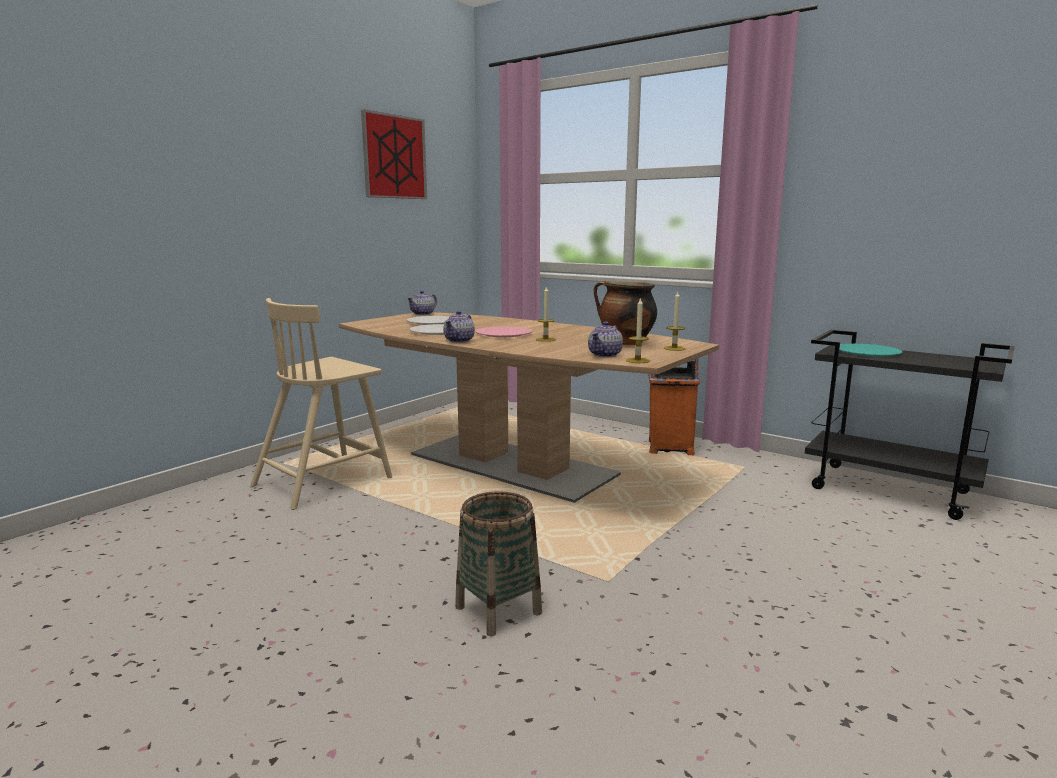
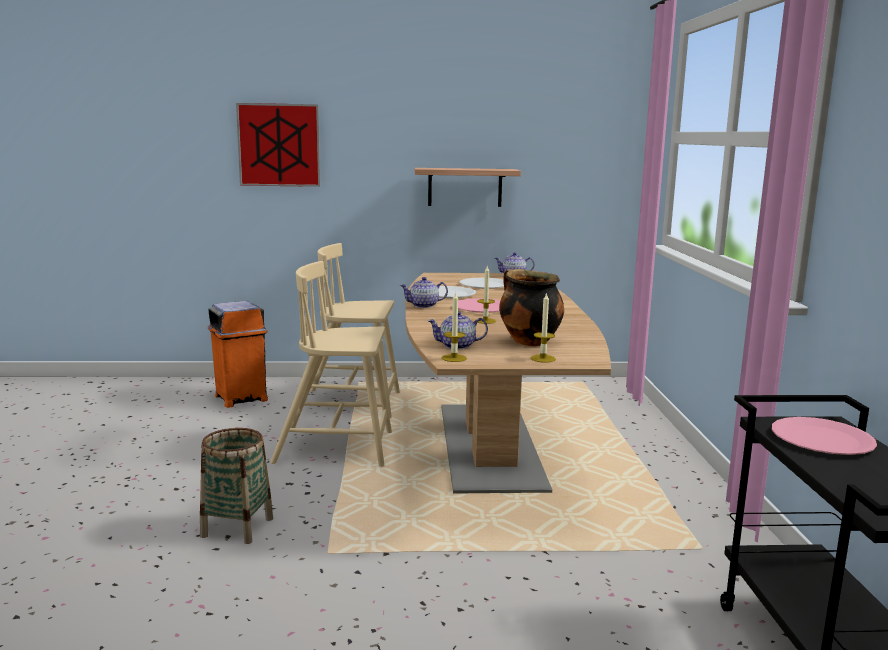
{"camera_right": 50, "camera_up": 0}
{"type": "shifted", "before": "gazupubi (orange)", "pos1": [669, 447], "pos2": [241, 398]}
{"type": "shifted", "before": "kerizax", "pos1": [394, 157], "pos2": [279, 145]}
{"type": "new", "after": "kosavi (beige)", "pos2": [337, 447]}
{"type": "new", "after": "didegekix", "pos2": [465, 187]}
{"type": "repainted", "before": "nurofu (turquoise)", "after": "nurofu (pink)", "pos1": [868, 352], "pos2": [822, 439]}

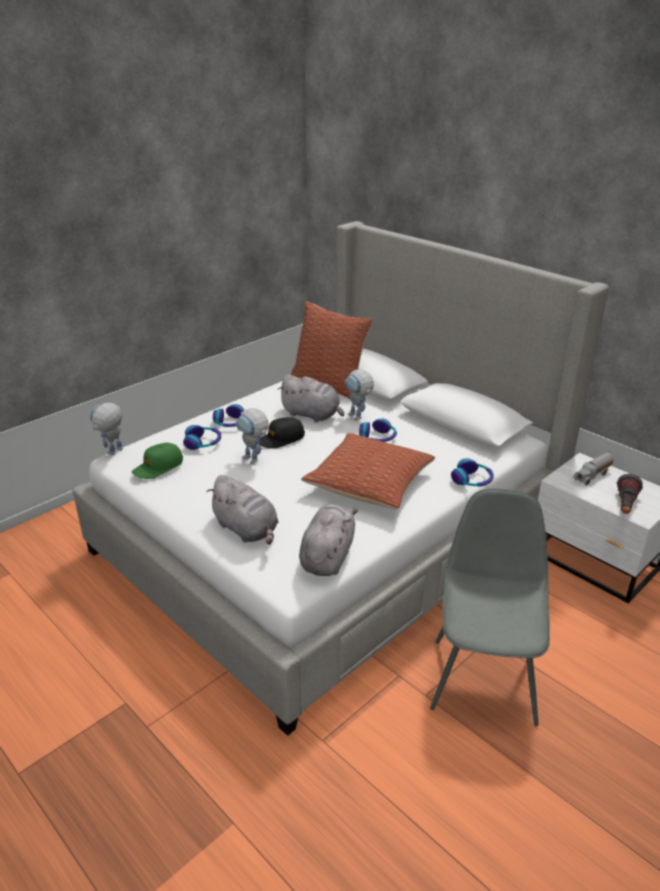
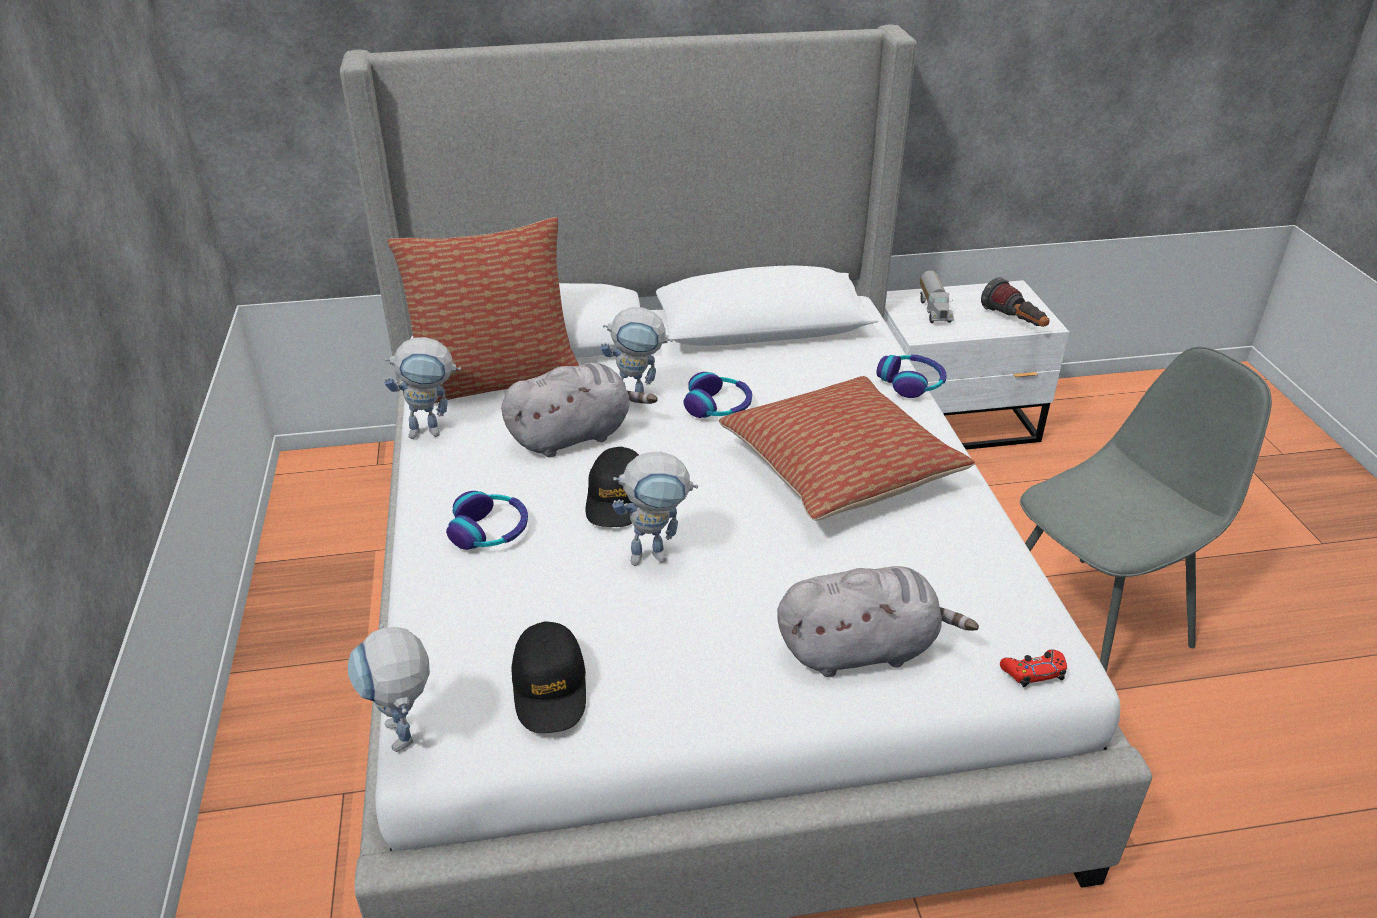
{"camera_right": -55, "camera_up": 5}
{"type": "new", "after": "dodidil", "pos2": [433, 430]}
{"type": "repainted", "before": "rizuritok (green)", "after": "rizuritok (black)", "pos1": [158, 467], "pos2": [550, 687]}
{"type": "new", "after": "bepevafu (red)", "pos2": [1033, 672]}
{"type": "rotated", "before": "kosavi (grey)", "pos1": [484, 678], "pos2": [1094, 622], "turn": 105}
{"type": "gone", "before": "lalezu", "pos1": [203, 443]}
{"type": "gone", "before": "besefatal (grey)", "pos1": [328, 556]}

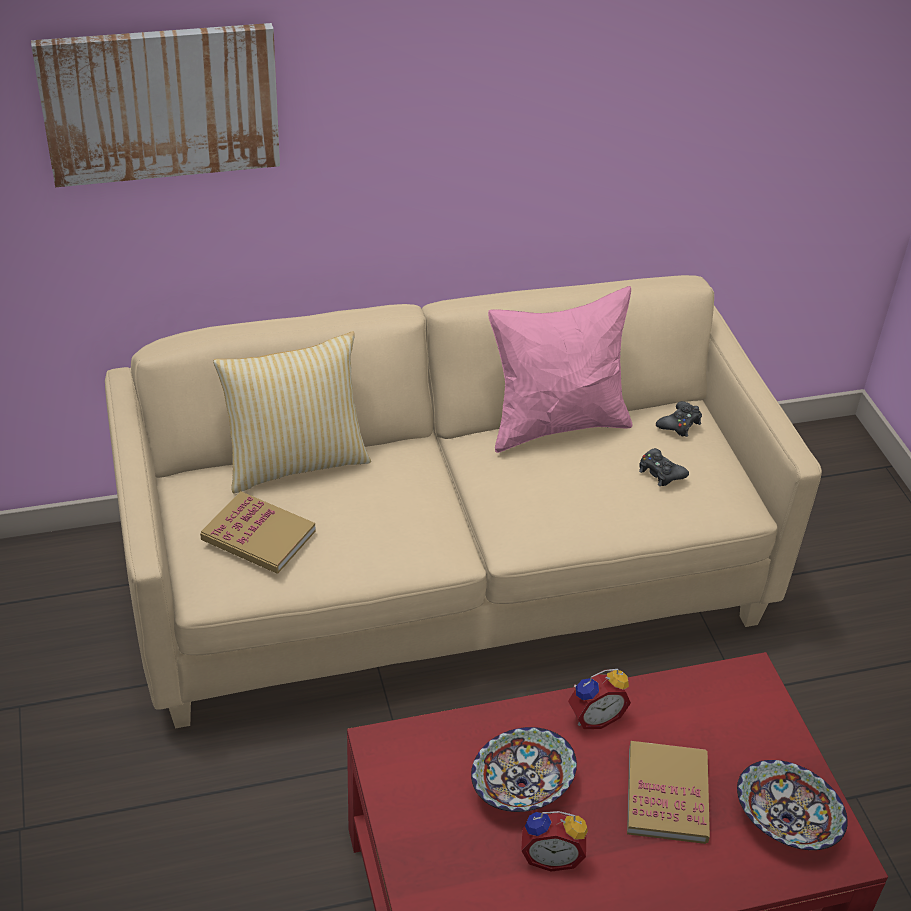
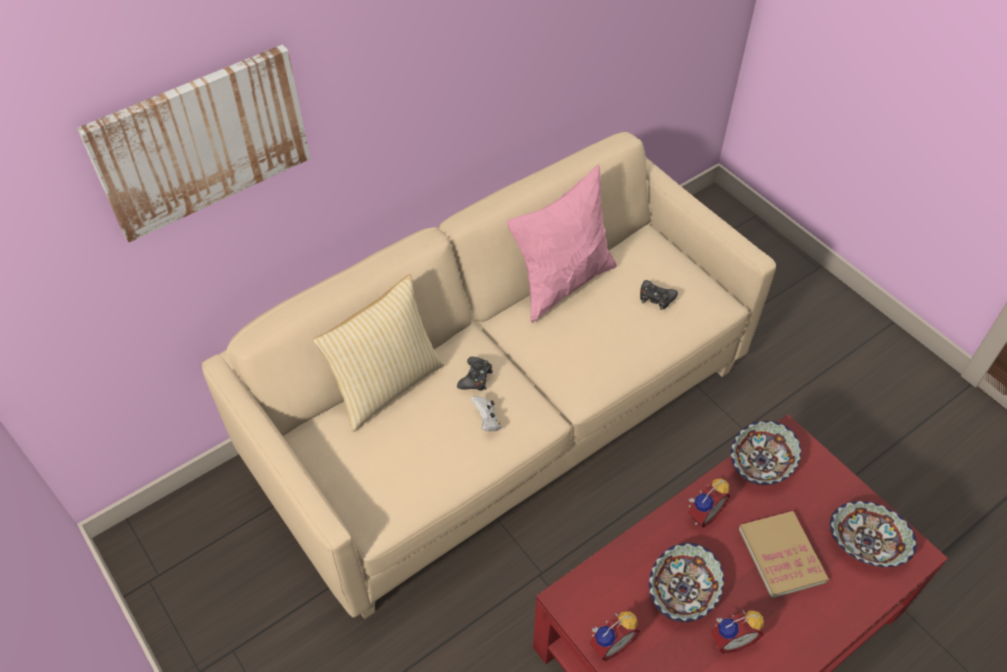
{"camera_right": -20, "camera_up": 10}
{"type": "shifted", "before": "bepevafu (black)", "pos1": [679, 424], "pos2": [476, 378]}
{"type": "new", "after": "bepevafu (white)", "pos2": [487, 421]}
{"type": "new", "after": "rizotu", "pos2": [610, 643]}
{"type": "new", "after": "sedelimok", "pos2": [760, 462]}
{"type": "gone", "before": "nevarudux", "pos1": [258, 536]}

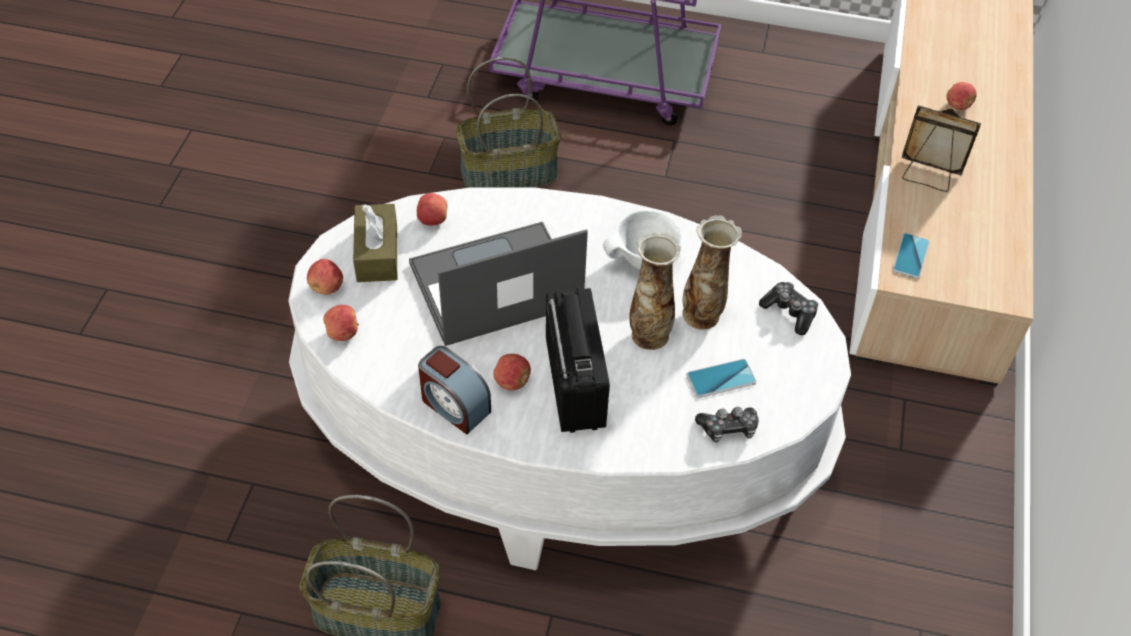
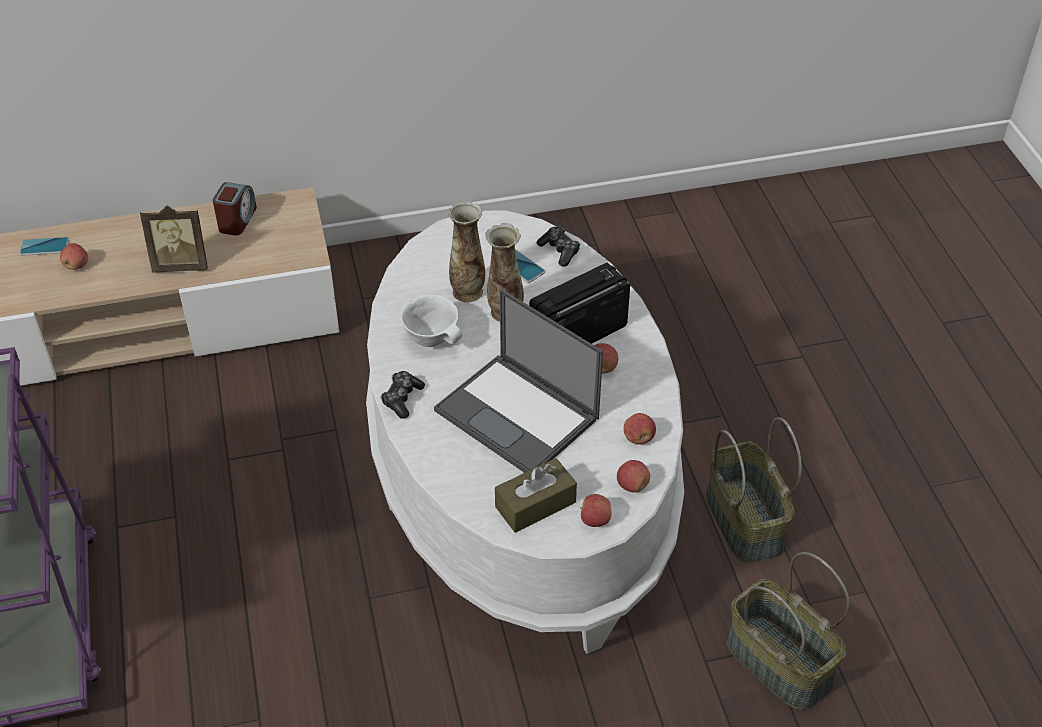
{"camera_right": -115, "camera_up": -5}
{"type": "shifted", "before": "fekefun", "pos1": [910, 256], "pos2": [44, 247]}
{"type": "rotated", "before": "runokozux", "pos1": [927, 176], "pos2": [181, 264], "turn": -90}
{"type": "shifted", "before": "rizotu", "pos1": [454, 405], "pos2": [237, 220]}
{"type": "shifted", "before": "bepevafu", "pos1": [789, 312], "pos2": [402, 399]}
{"type": "shifted", "before": "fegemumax", "pos1": [432, 220], "pos2": [638, 438]}
{"type": "shifted", "before": "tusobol", "pos1": [509, 172], "pos2": [777, 663]}

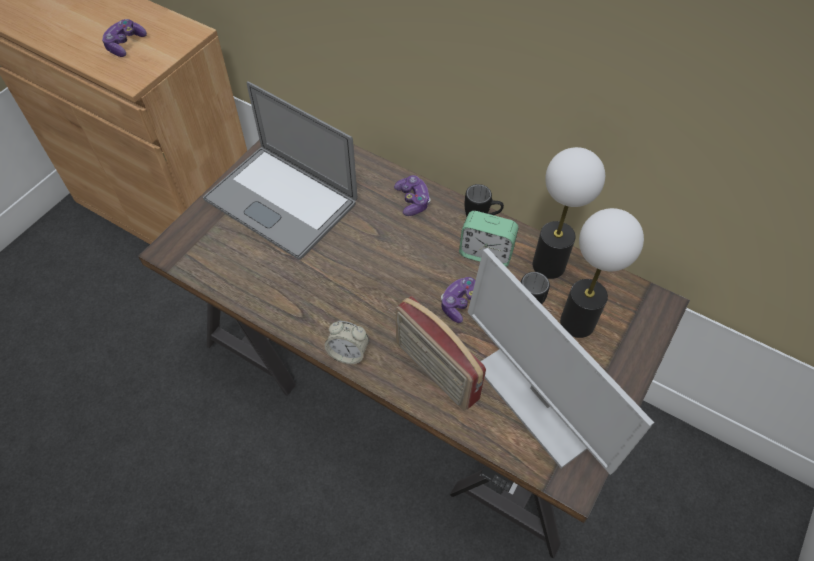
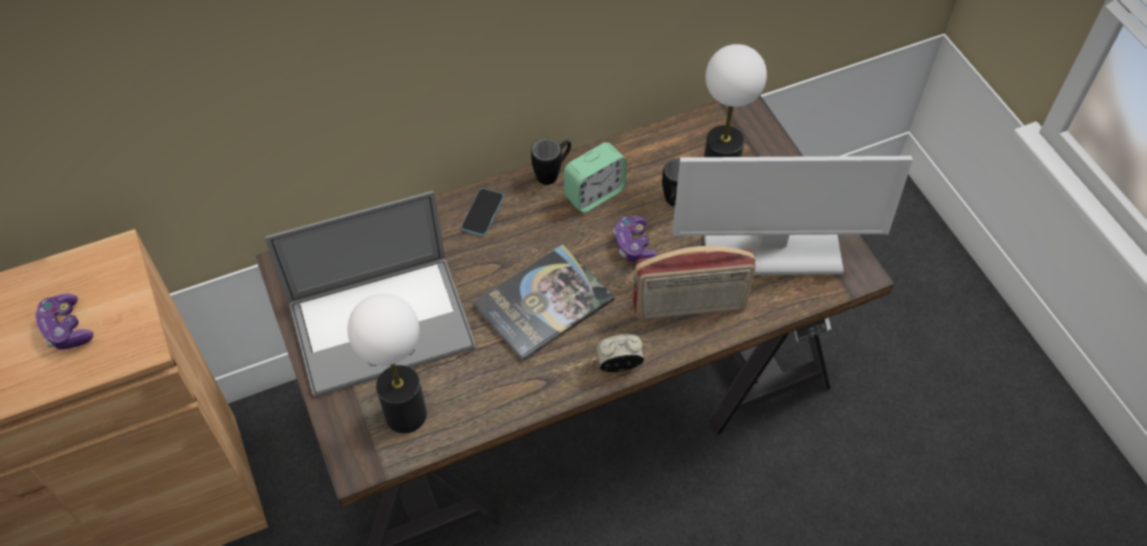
{"camera_right": -55, "camera_up": 0}
{"type": "shifted", "before": "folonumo", "pos1": [549, 266], "pos2": [406, 415]}
{"type": "swapped", "before": "bepevafu", "after": "fekefun", "pos1": [412, 201], "pos2": [482, 213]}
{"type": "new", "after": "nevarudux", "pos2": [543, 302]}
{"type": "rotated", "before": "rizotu", "pos1": [348, 353], "pos2": [619, 365], "turn": -150}

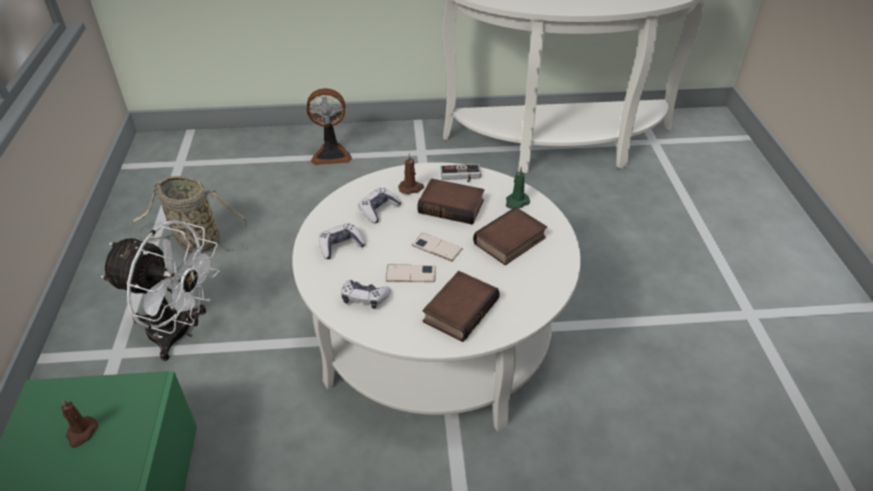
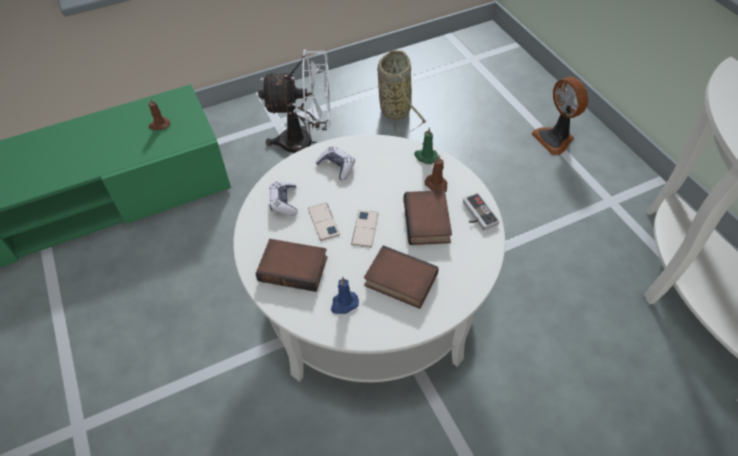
{"camera_right": 70, "camera_up": 10}
{"type": "rotated", "before": "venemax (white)", "pos1": [180, 333], "pos2": [306, 143], "turn": -90}
{"type": "new", "after": "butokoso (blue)", "pos2": [344, 304]}
{"type": "shifted", "before": "butokoso (green)", "pos1": [516, 202], "pos2": [425, 156]}
{"type": "gone", "before": "bepevafu", "pos1": [379, 210]}

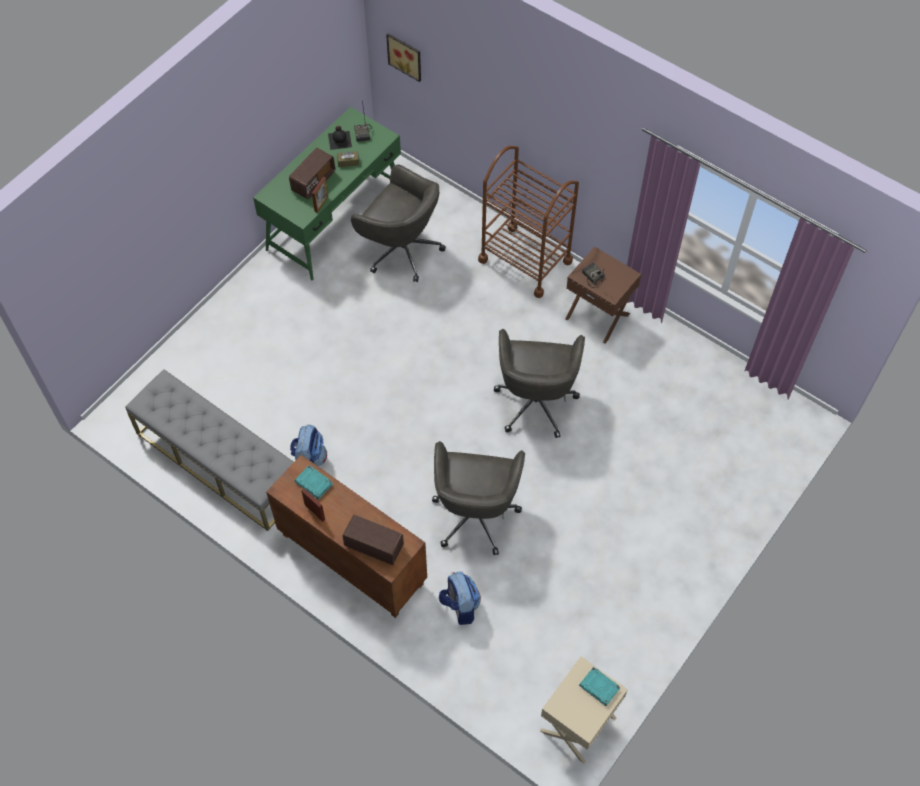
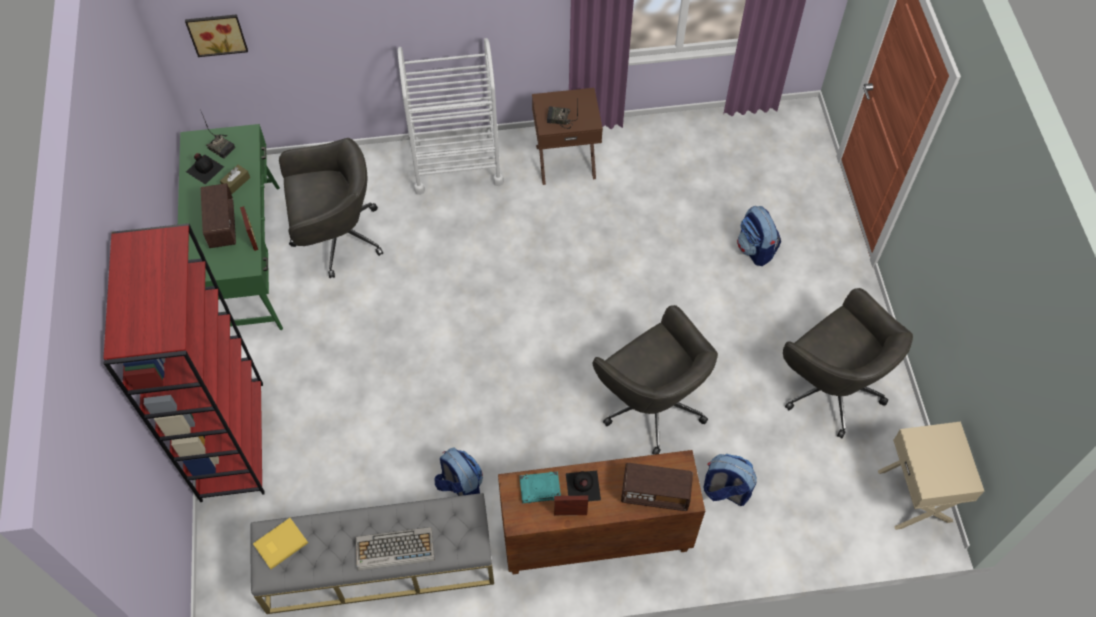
{"camera_right": -45, "camera_up": 0}
{"type": "new", "after": "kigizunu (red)", "pos2": [231, 440]}
{"type": "new", "after": "nevarudux (yellow)", "pos2": [279, 543]}
{"type": "new", "after": "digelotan", "pos2": [394, 549]}
{"type": "repainted", "before": "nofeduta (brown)", "after": "nofeduta (white)", "pos1": [525, 260], "pos2": [456, 163]}
{"type": "new", "after": "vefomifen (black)", "pos2": [582, 487]}
{"type": "rotated", "before": "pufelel", "pos1": [374, 546], "pos2": [655, 494], "turn": -150}
{"type": "new", "after": "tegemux", "pos2": [755, 249]}
{"type": "shifted", "before": "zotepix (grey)", "pos1": [536, 401], "pos2": [830, 387]}
{"type": "gone", "before": "nevarudux (turquoise)", "pos1": [599, 687]}

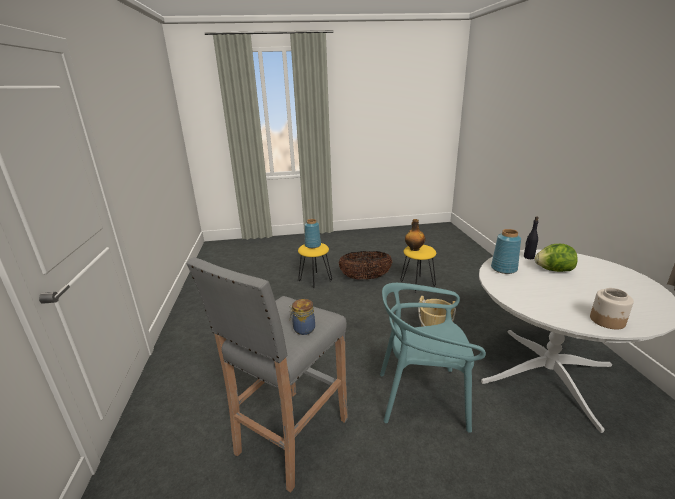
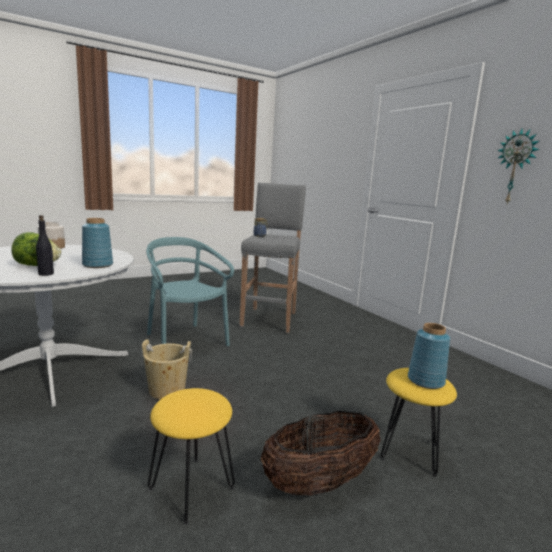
{"camera_right": 155, "camera_up": -10}
{"type": "rotated", "before": "kosavi (turquoise)", "pos1": [422, 397], "pos2": [185, 341], "turn": -105}
{"type": "new", "after": "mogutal", "pos2": [516, 167]}
{"type": "gone", "before": "vefomifen", "pos1": [414, 249]}

